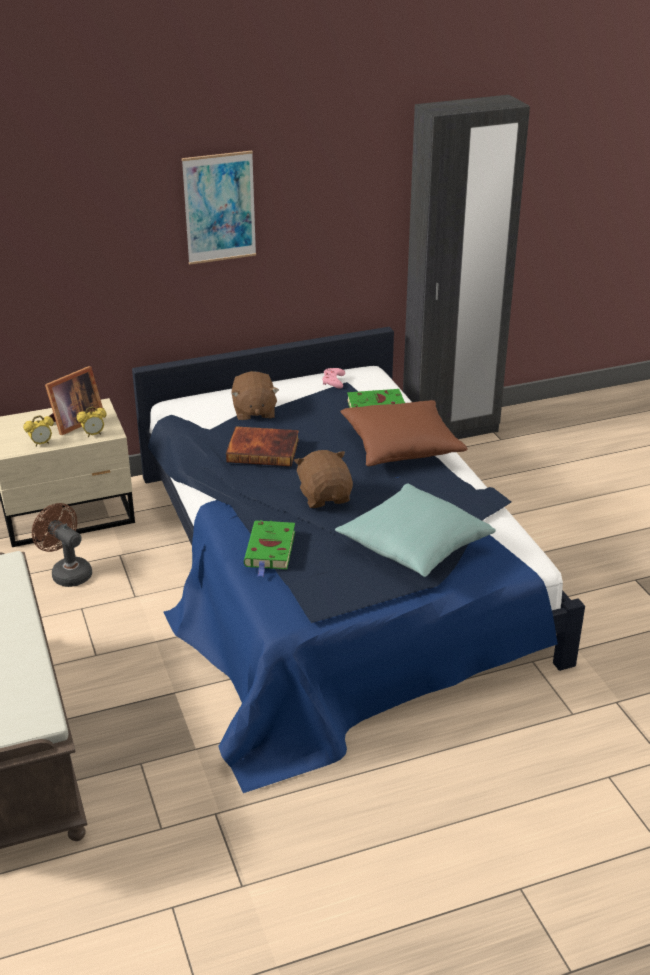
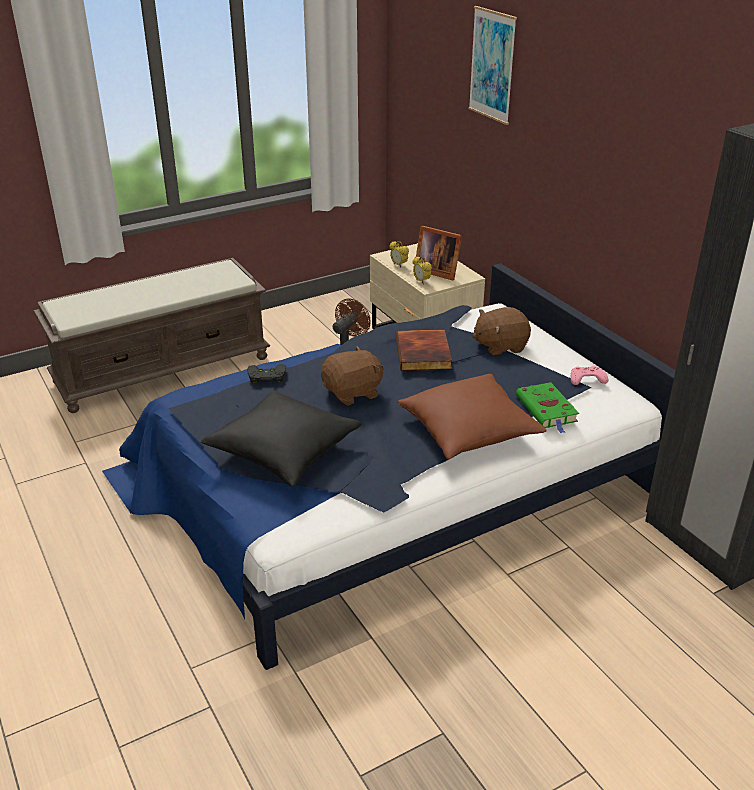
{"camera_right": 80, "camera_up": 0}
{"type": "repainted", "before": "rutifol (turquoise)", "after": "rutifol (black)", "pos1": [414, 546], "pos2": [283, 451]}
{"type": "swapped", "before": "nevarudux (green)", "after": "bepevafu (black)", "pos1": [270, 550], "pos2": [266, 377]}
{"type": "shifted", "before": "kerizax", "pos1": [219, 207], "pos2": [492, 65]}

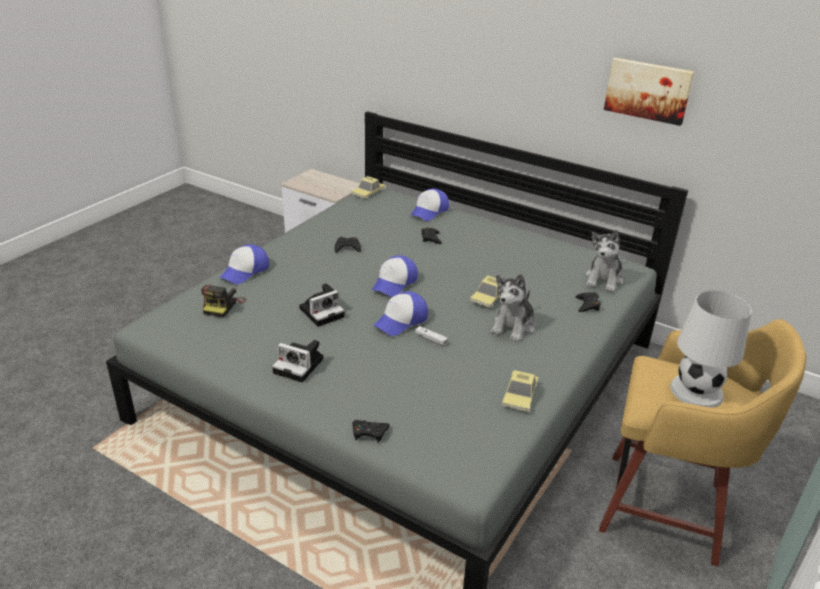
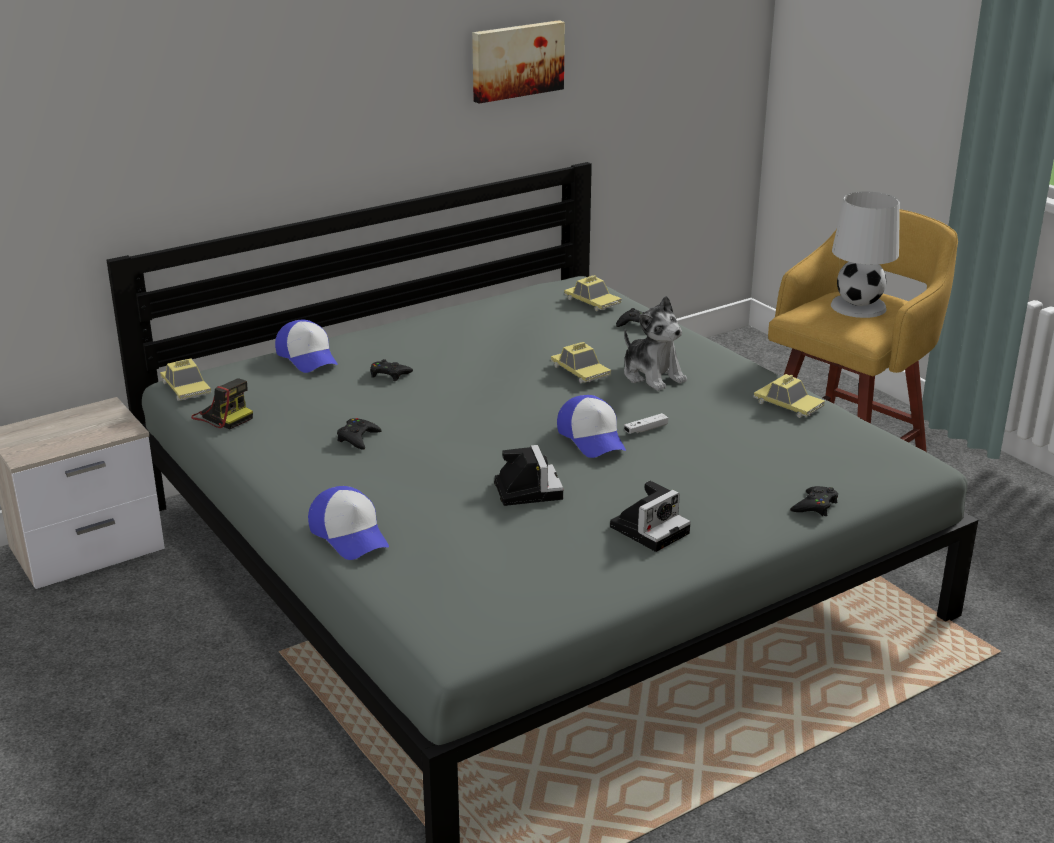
{"camera_right": -65, "camera_up": -5}
{"type": "shifted", "before": "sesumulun", "pos1": [223, 306], "pos2": [223, 416]}
{"type": "swapped", "before": "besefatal", "after": "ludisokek", "pos1": [604, 279], "pos2": [592, 302]}
{"type": "gone", "before": "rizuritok", "pos1": [394, 283]}

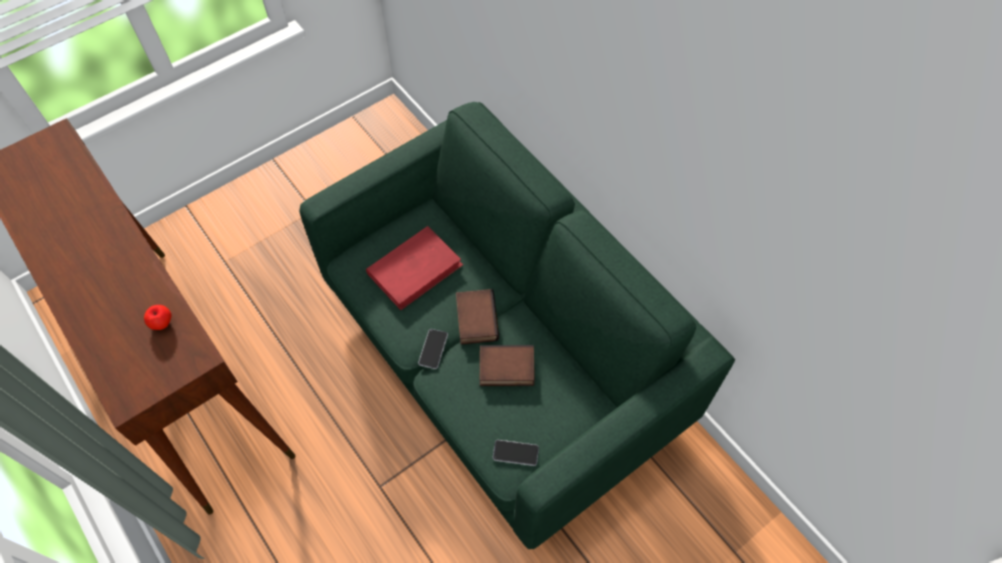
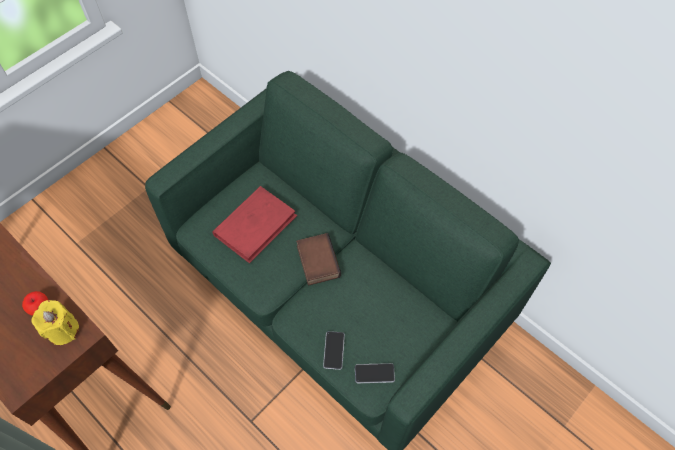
{"camera_right": -10, "camera_up": 0}
{"type": "new", "after": "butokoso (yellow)", "pos2": [63, 330]}
{"type": "shifted", "before": "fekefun", "pos1": [433, 349], "pos2": [334, 350]}
{"type": "gone", "before": "nevarudux", "pos1": [505, 369]}

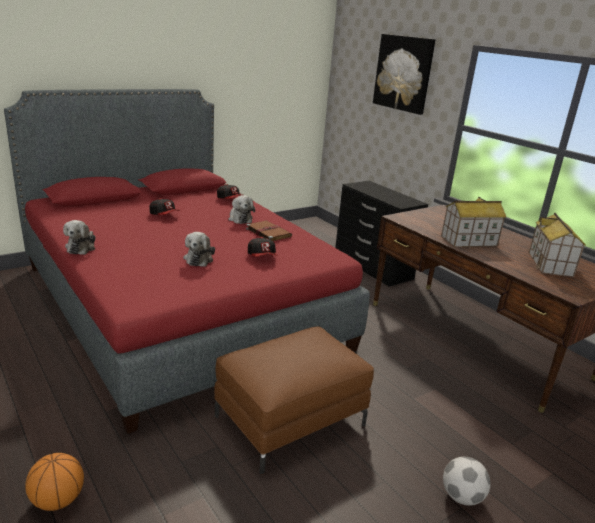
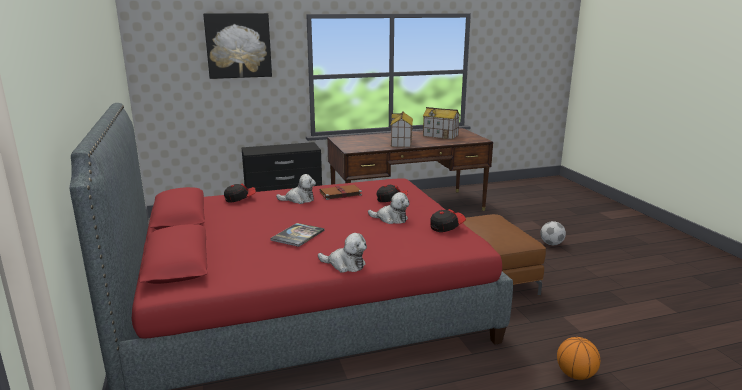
{"camera_right": -70, "camera_up": -5}
{"type": "new", "after": "nevarudux", "pos2": [297, 235]}
{"type": "shifted", "before": "rizuritok", "pos1": [164, 215], "pos2": [446, 227]}

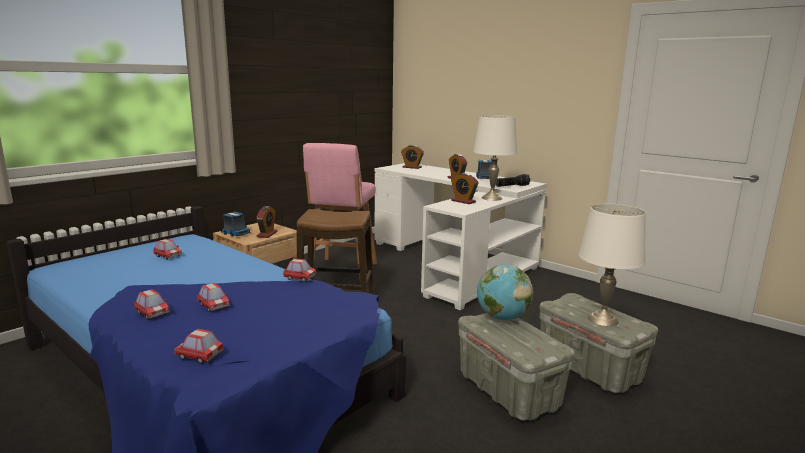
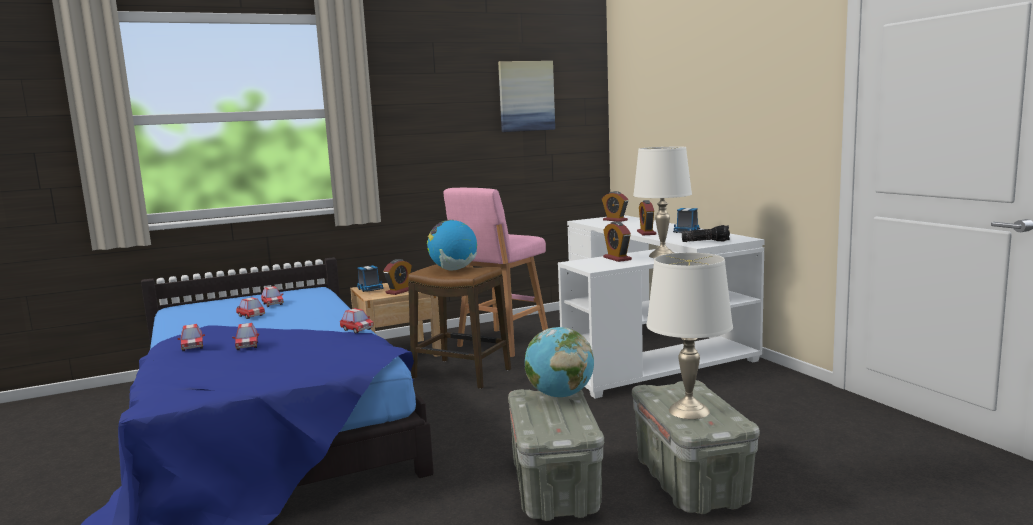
{"camera_right": 25, "camera_up": -5}
{"type": "shifted", "before": "ludisokek", "pos1": [199, 356], "pos2": [251, 316]}
{"type": "new", "after": "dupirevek", "pos2": [453, 270]}
{"type": "new", "after": "kerizax", "pos2": [526, 96]}

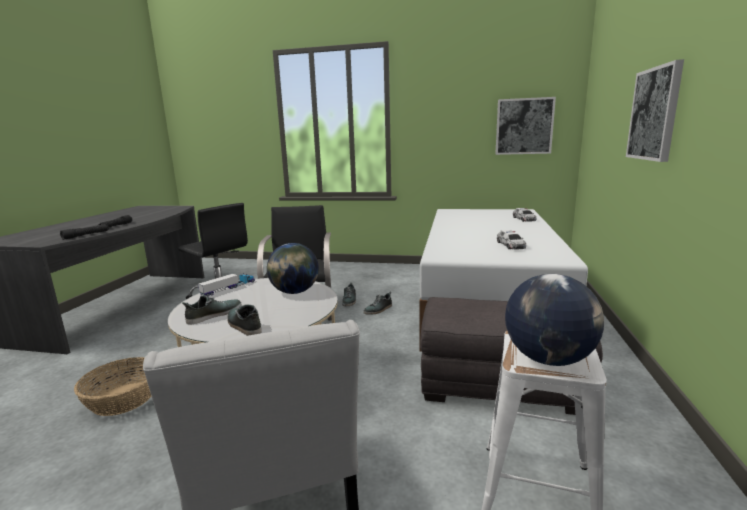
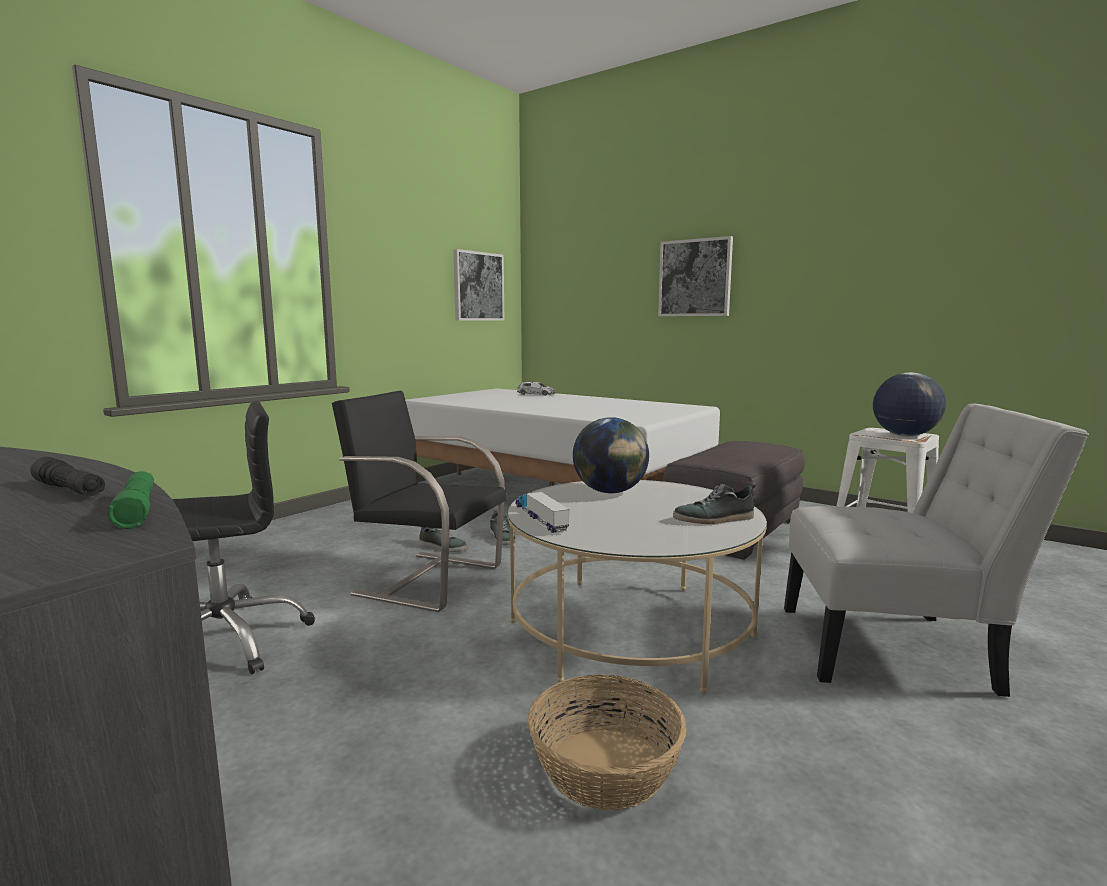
{"camera_right": -65, "camera_up": -5}
{"type": "repainted", "before": "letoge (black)", "after": "letoge (green)", "pos1": [86, 235], "pos2": [137, 510]}
{"type": "gone", "before": "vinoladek", "pos1": [214, 314]}
{"type": "gone", "before": "ludisokek", "pos1": [511, 245]}

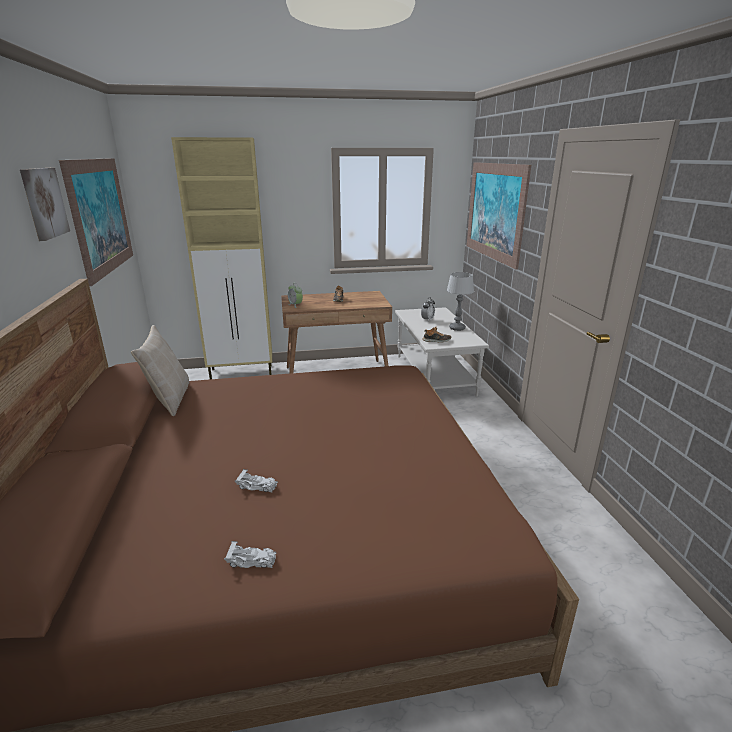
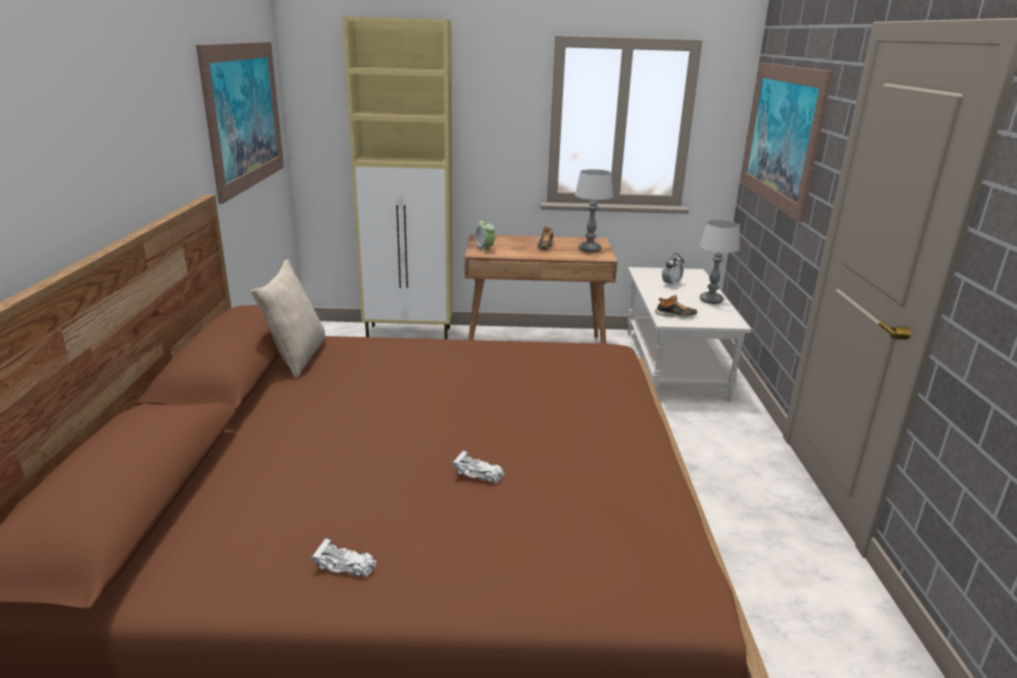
{"camera_right": 10, "camera_up": 0}
{"type": "shifted", "before": "ludisokek (white)", "pos1": [257, 486], "pos2": [479, 473]}
{"type": "new", "after": "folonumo", "pos2": [590, 249]}
{"type": "gone", "before": "kerizax", "pos1": [44, 203]}

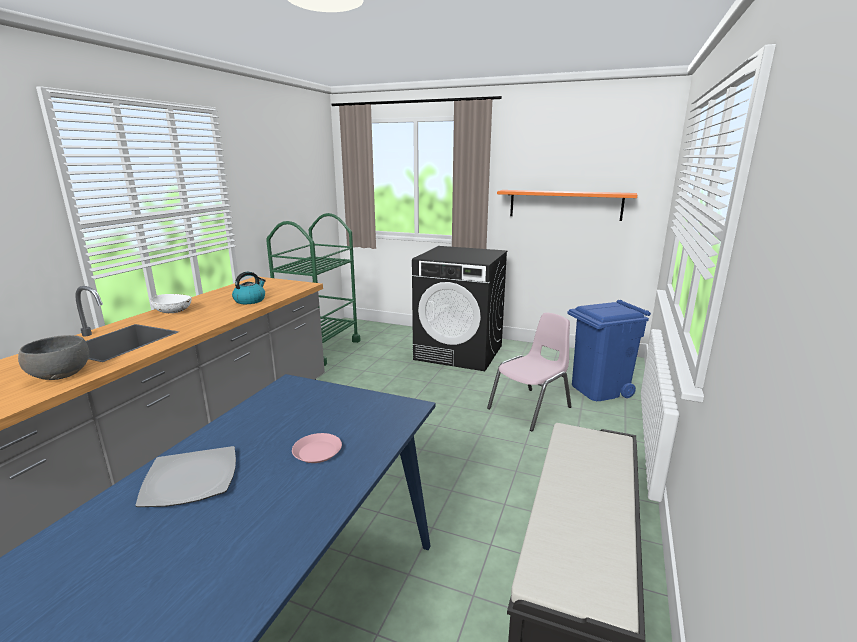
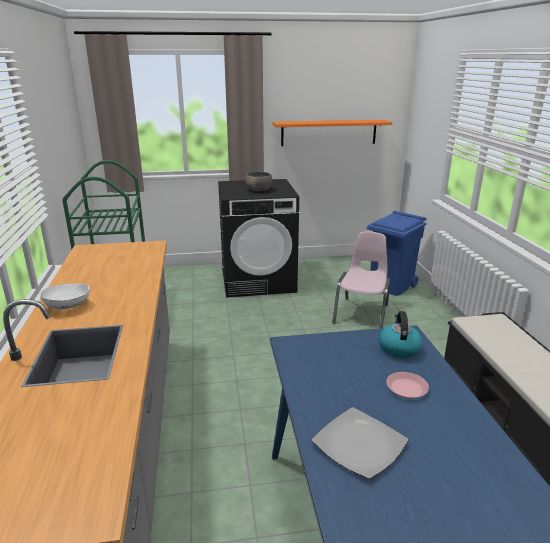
{"camera_right": -30, "camera_up": 5}
{"type": "shifted", "before": "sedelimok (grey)", "pos1": [60, 374], "pos2": [258, 190]}
{"type": "shifted", "before": "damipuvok", "pos1": [250, 300], "pos2": [398, 348]}

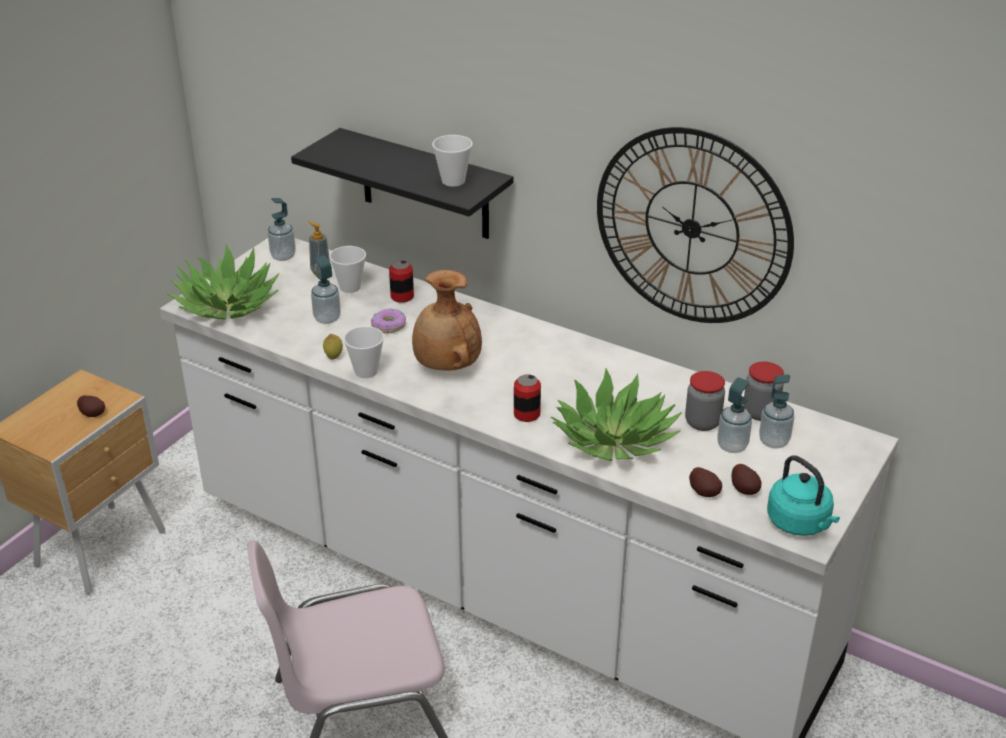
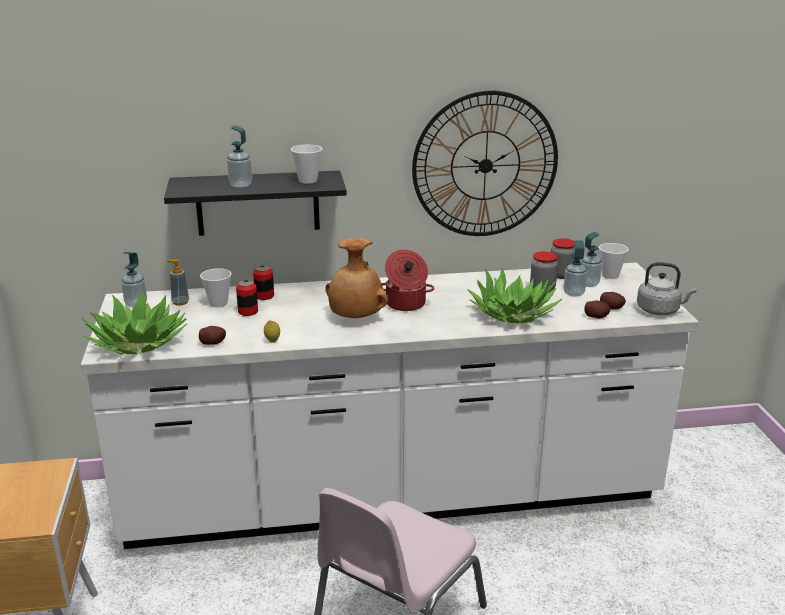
{"camera_right": -40, "camera_up": -10}
{"type": "shifted", "before": "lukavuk", "pos1": [93, 413], "pos2": [213, 342]}
{"type": "shifted", "before": "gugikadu", "pos1": [327, 318], "pos2": [240, 185]}
{"type": "shifted", "before": "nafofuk", "pos1": [527, 414], "pos2": [248, 312]}
{"type": "new", "after": "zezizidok", "pos2": [405, 304]}
{"type": "shifted", "before": "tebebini", "pos1": [366, 371], "pos2": [610, 275]}
{"type": "repainted", "before": "damipuvok (turquoise)", "after": "damipuvok (grey)", "pos1": [800, 523], "pos2": [660, 310]}
{"type": "gone", "before": "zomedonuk", "pos1": [388, 325]}

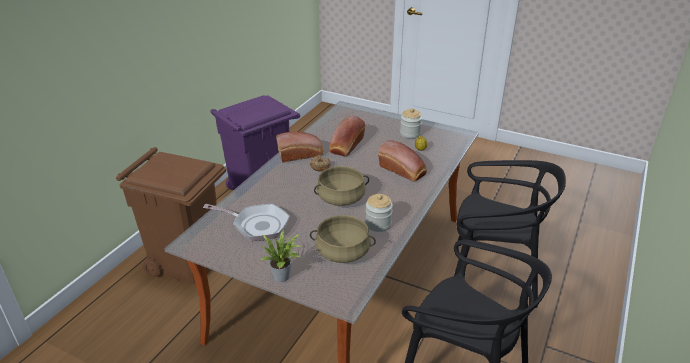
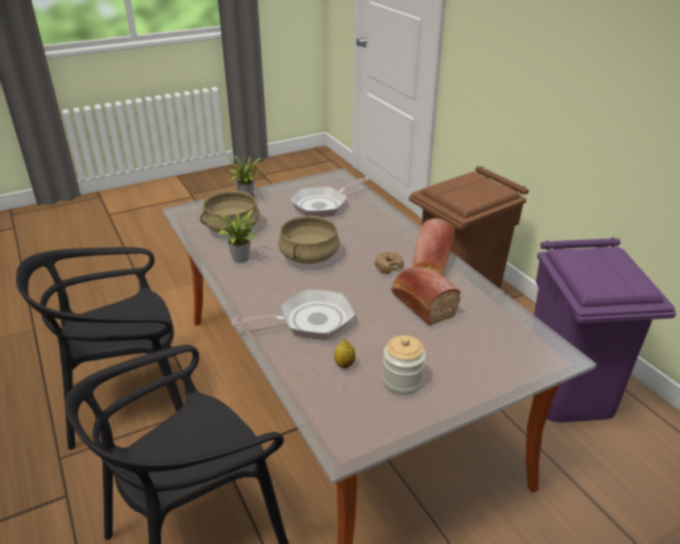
{"camera_right": 125, "camera_up": 0}
{"type": "swapped", "before": "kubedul", "after": "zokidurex", "pos1": [378, 224], "pos2": [241, 259]}
{"type": "swapped", "before": "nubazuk", "after": "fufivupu", "pos1": [403, 171], "pos2": [310, 321]}

